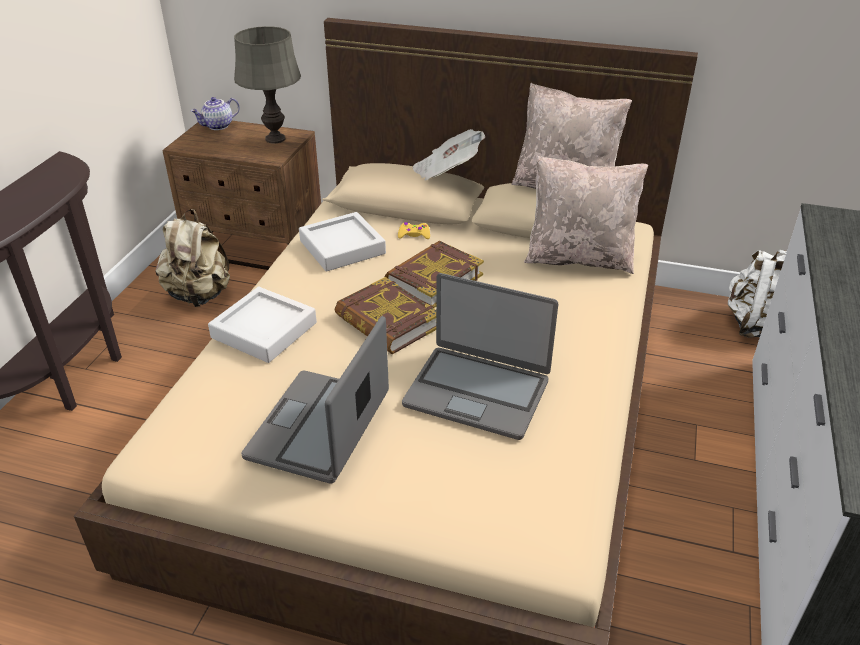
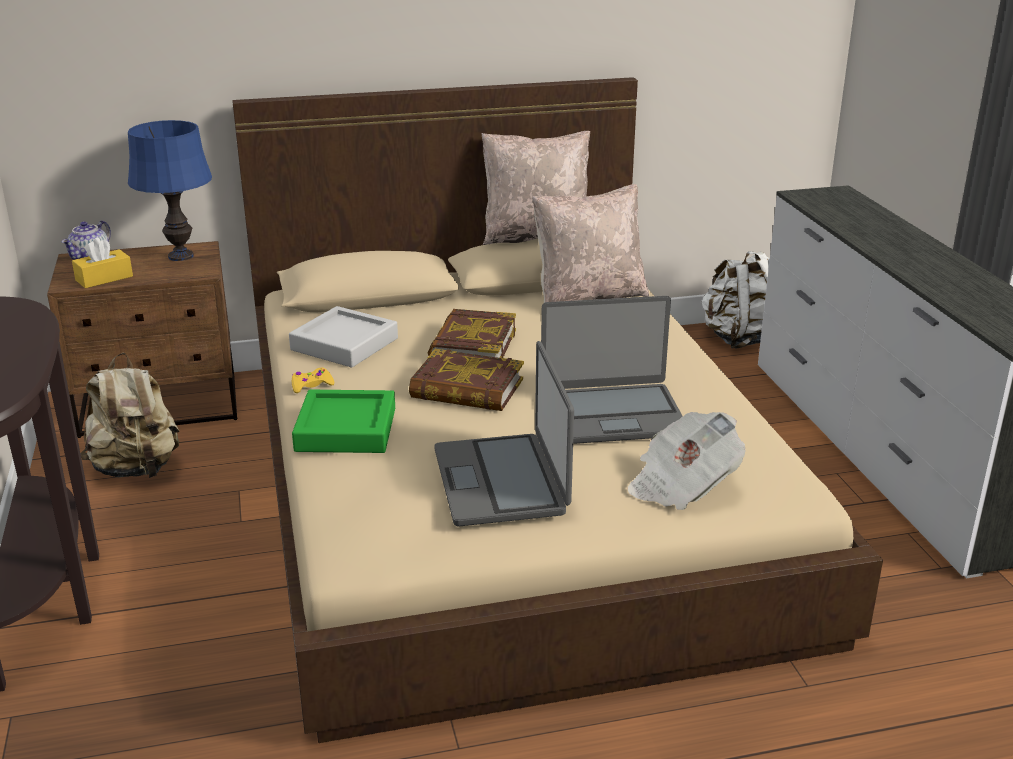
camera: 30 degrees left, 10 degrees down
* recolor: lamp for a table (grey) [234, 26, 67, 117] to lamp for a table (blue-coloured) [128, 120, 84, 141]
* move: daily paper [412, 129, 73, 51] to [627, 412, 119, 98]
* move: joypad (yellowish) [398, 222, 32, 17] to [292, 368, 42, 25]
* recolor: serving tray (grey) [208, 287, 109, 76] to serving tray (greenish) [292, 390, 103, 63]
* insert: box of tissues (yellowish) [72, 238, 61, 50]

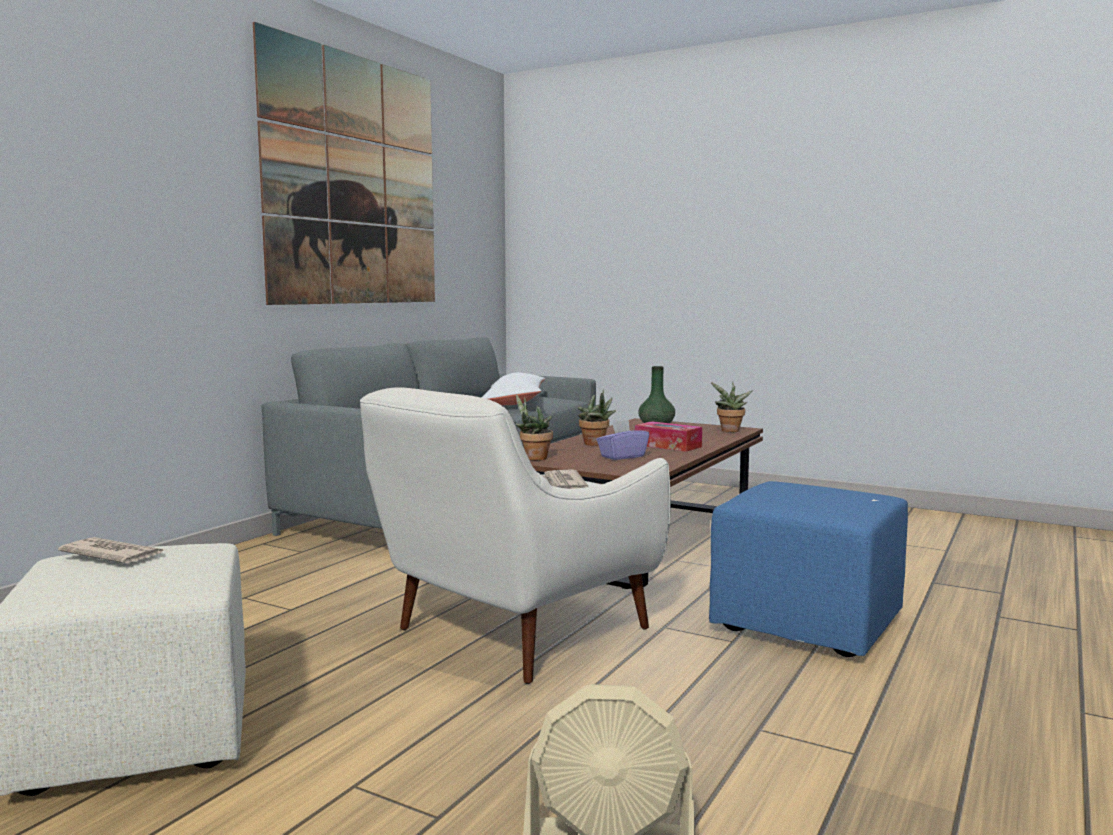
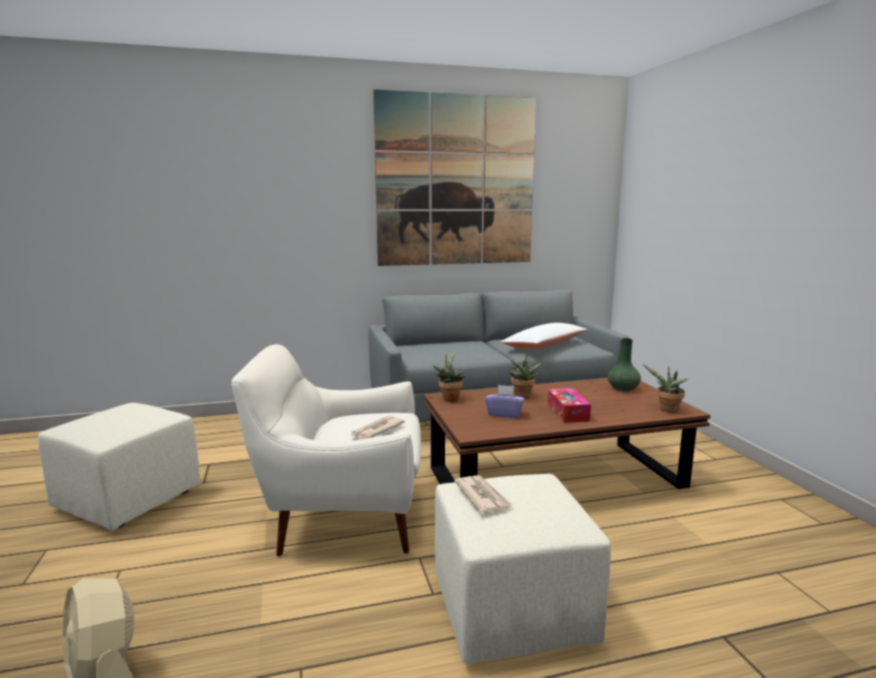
camera: 45 degrees right, 5 degrees up
* recolor: footrest (blue-coloured) [709, 481, 199, 176] to footrest (beige) [435, 474, 176, 190]
* move: daily paper [58, 537, 108, 26] to [454, 475, 59, 38]

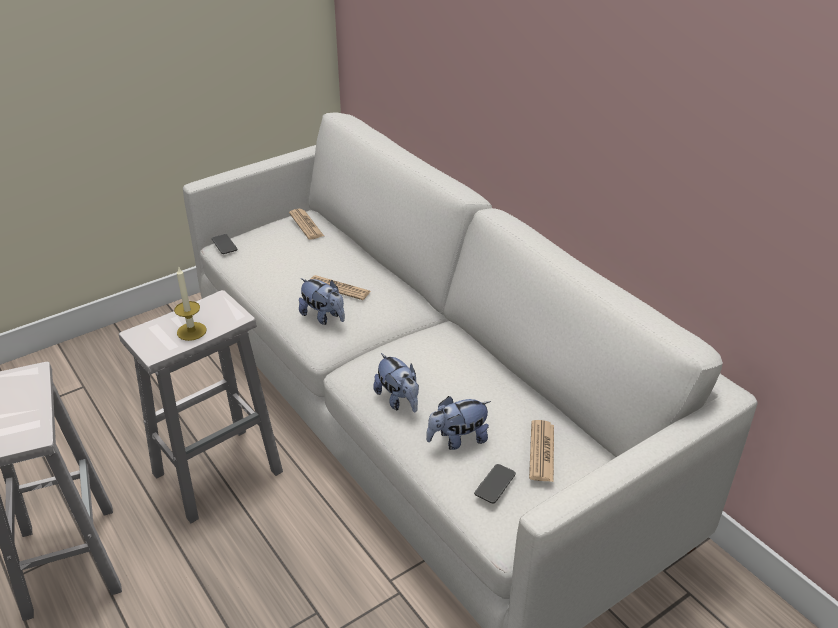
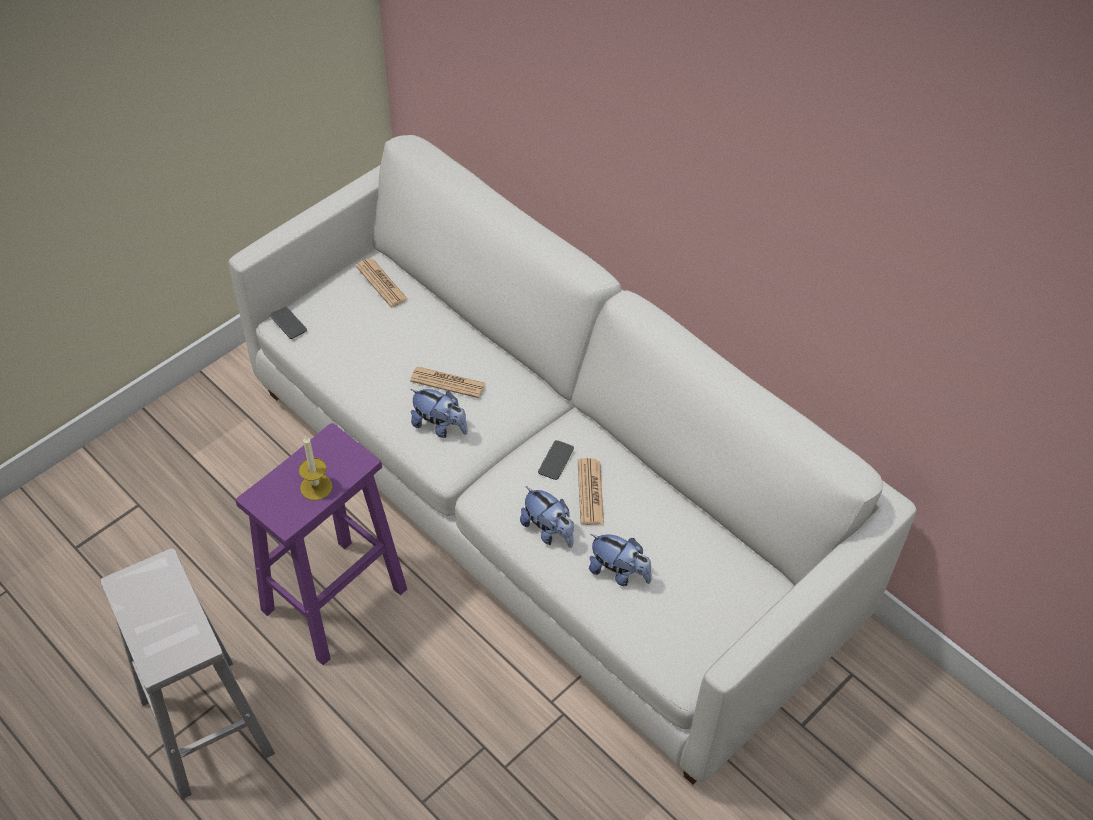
camera: 10 degrees left, 15 degrees up
* recolor: stool (whitish) [119, 290, 164, 233] to stool (purplish) [236, 423, 171, 242]
* rotate: plush toy [426, 396, 65, 54] = [589, 534, 63, 52] 120 degrees counterclockwise
* move: daily paper [529, 420, 25, 62] to [578, 458, 26, 67]
* move: phone [474, 464, 42, 39] to [538, 440, 36, 40]

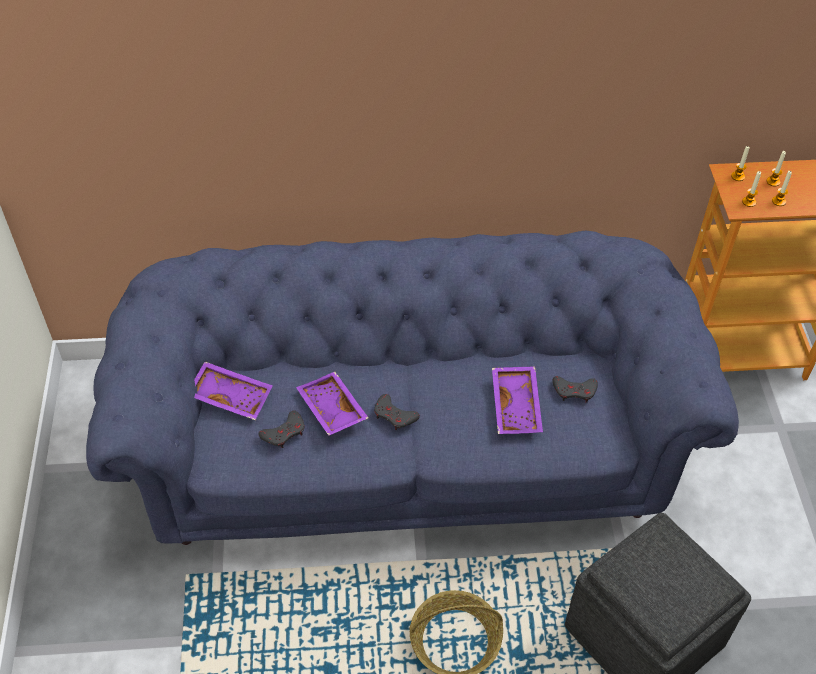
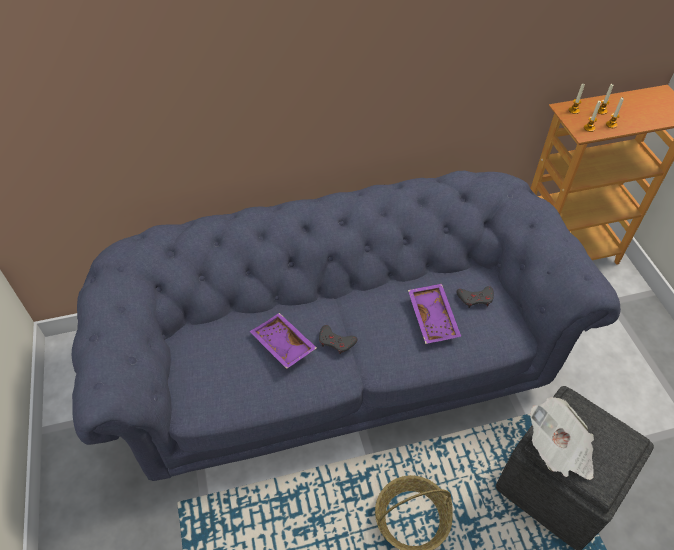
camera: 10 degrees left, 0 degrees up
* delete: serving tray (purplish) [194, 362, 79, 58]
* delete: joypad (grey) [258, 411, 46, 37]
* insert: daily paper [530, 397, 64, 83]

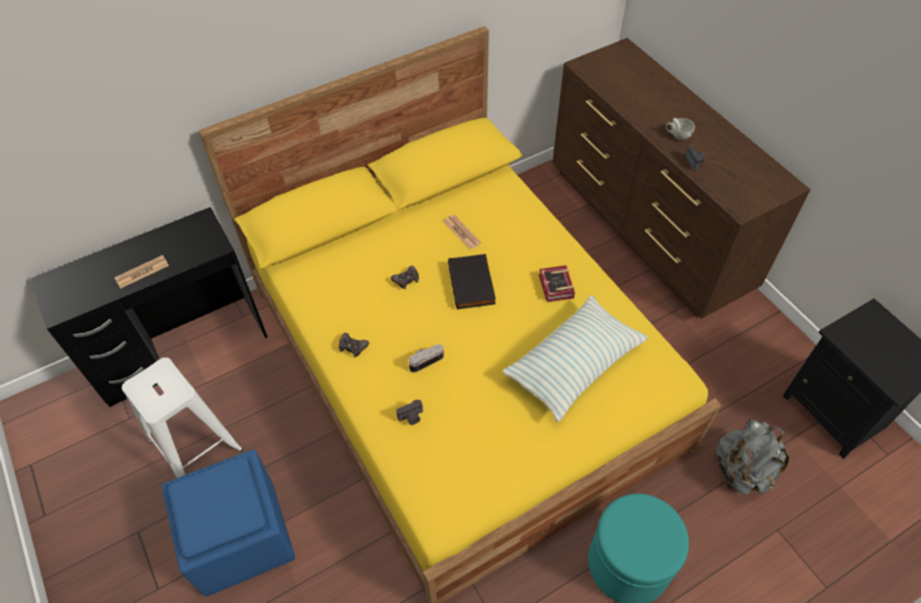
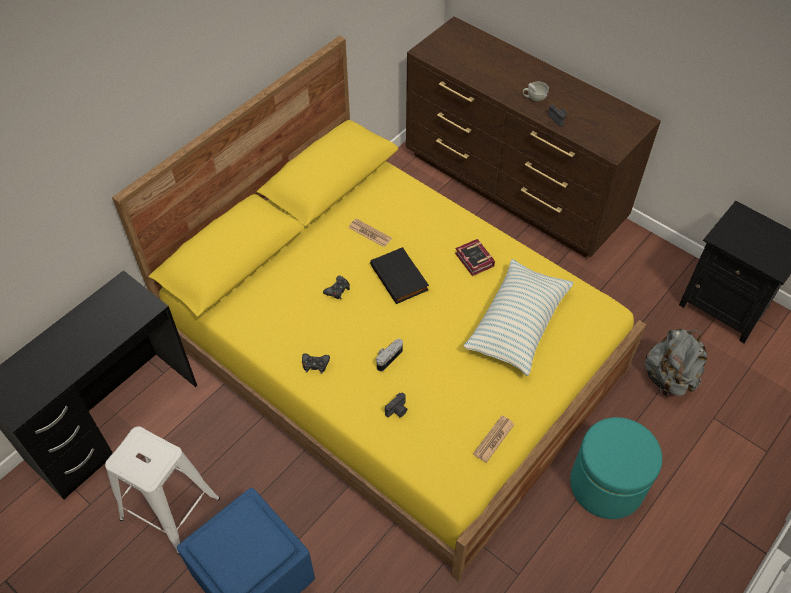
camera: 20 degrees left, 0 degrees up
* move: daily paper [114, 255, 55, 34] to [473, 415, 42, 48]

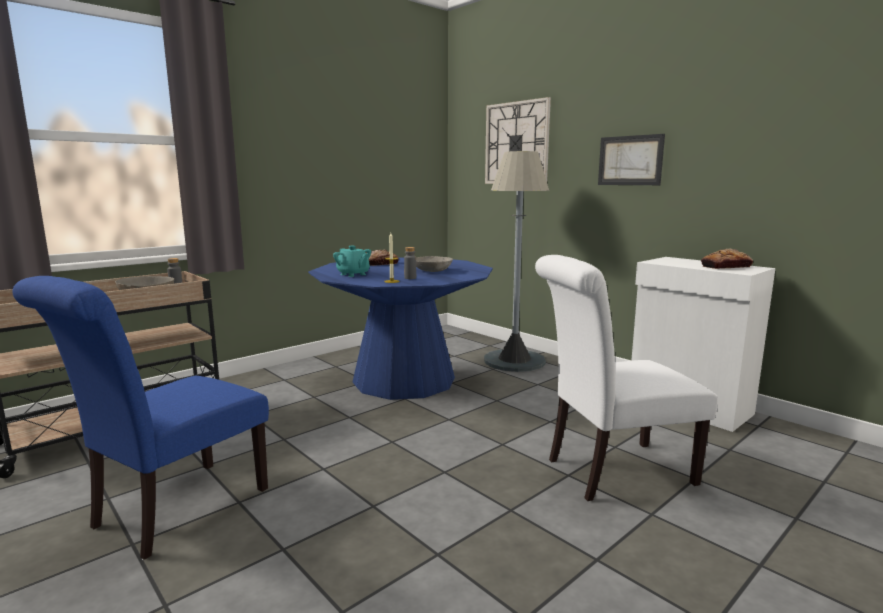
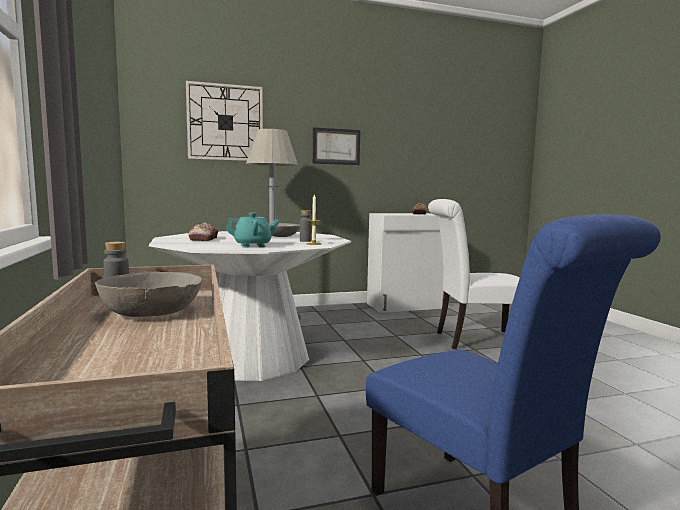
camera: 65 degrees left, 5 degrees down
* rotate: upright chair (whitish) [535, 255, 183, 246] = [428, 199, 92, 150] 75 degrees clockwise
* recolor: kitchen table (blue-coloured) [308, 257, 185, 143] to kitchen table (whitish) [149, 231, 202, 150]

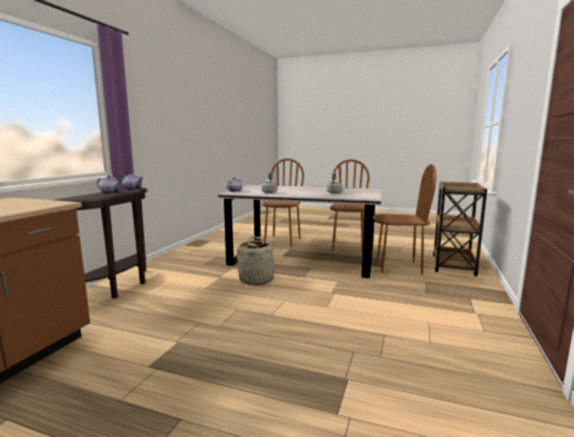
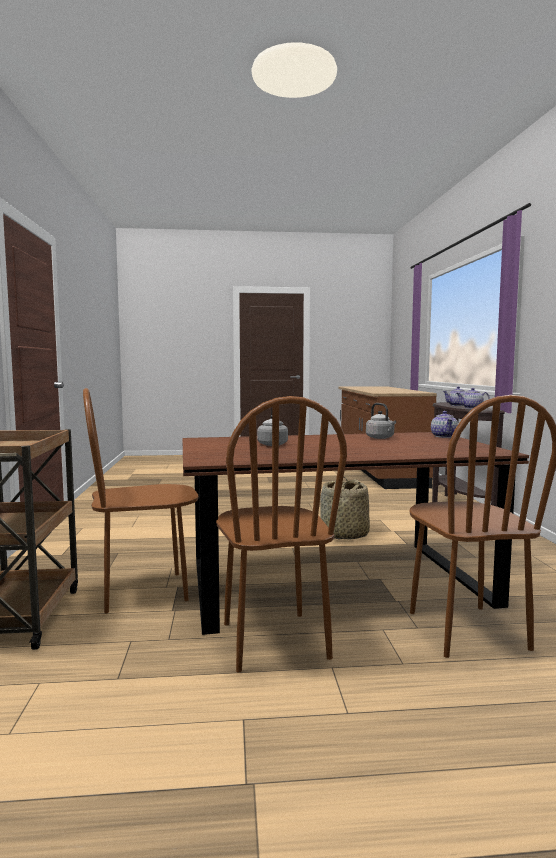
camera: 155 degrees right, 5 degrees down
* recolor: kitchen table (grey) [218, 185, 164, 93] to kitchen table (brown-coloured) [182, 432, 347, 203]

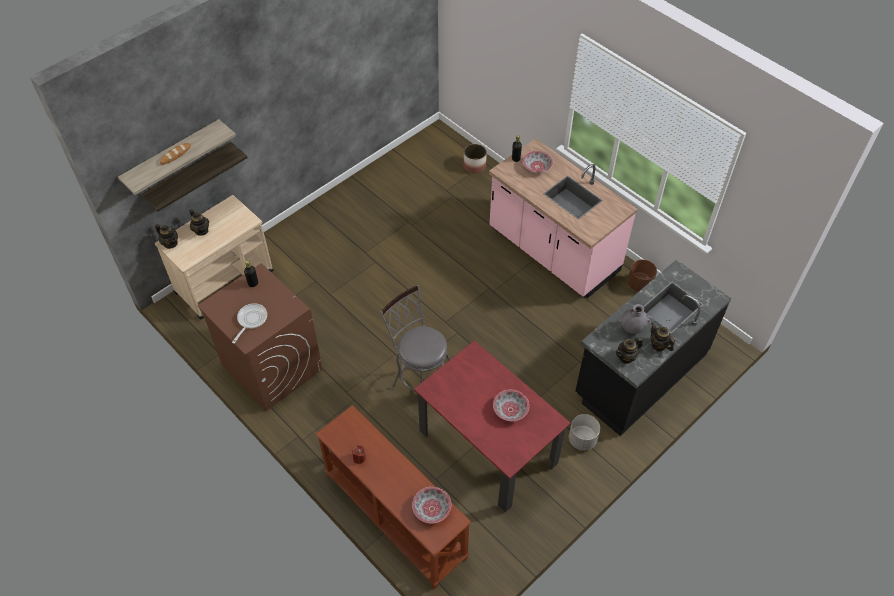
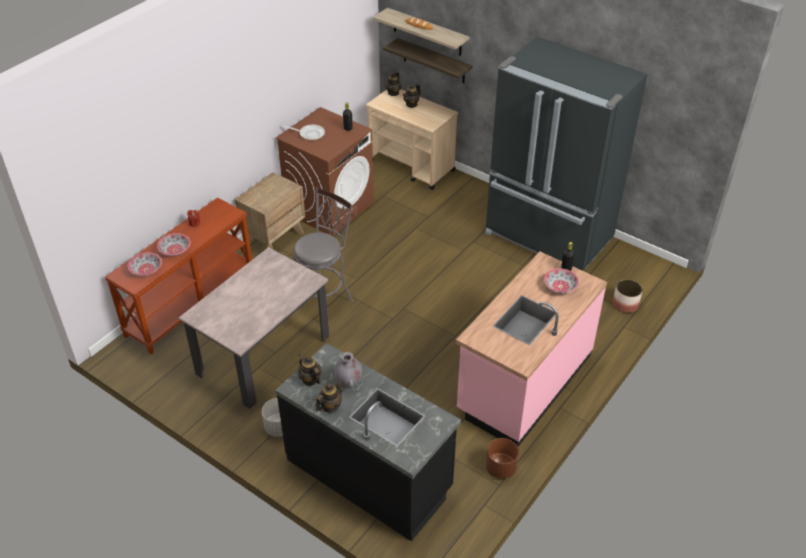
camera: 80 degrees right, 10 degrees down
* recolor: kitchen table (red) [414, 340, 156, 172] to kitchen table (beige) [179, 247, 150, 162]
* move: bowl [493, 390, 36, 31] to [157, 233, 34, 23]
* insert: refrigerator (black) [485, 37, 163, 234]
* insert: bedside table (brown-coloured) [235, 172, 70, 77]

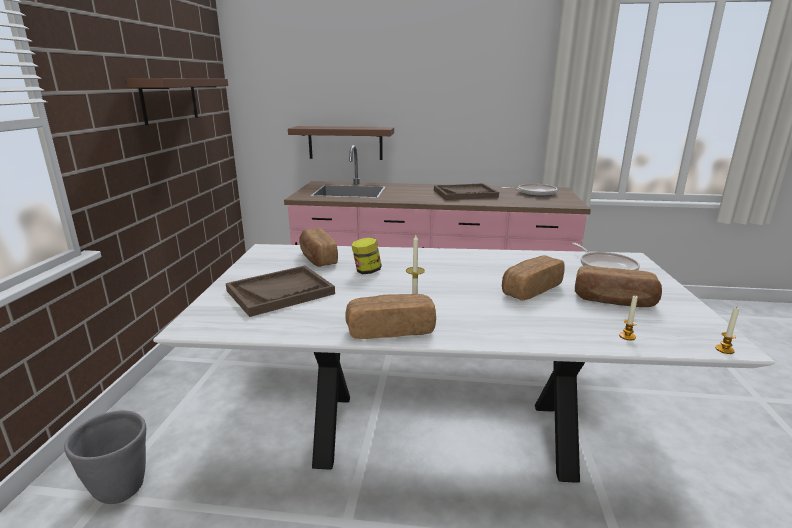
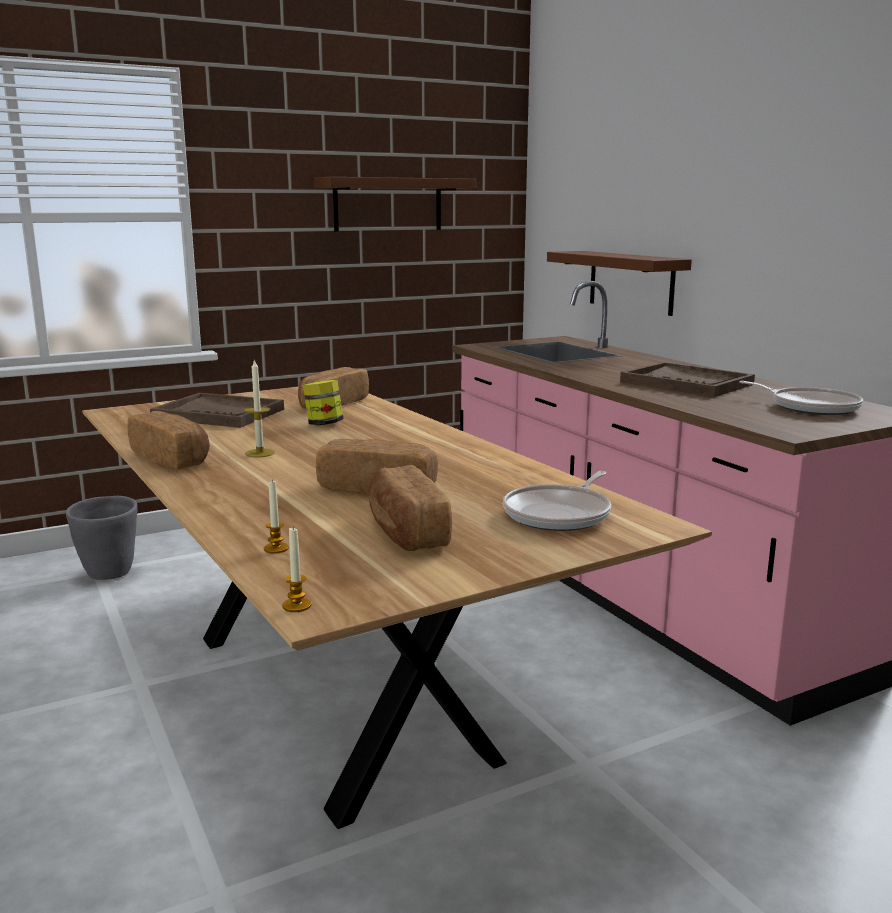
camera: 55 degrees right, 5 degrees down
* recolor: kitchen table (whitish) [153, 244, 622, 239] to kitchen table (brown-coloured) [82, 386, 630, 443]

